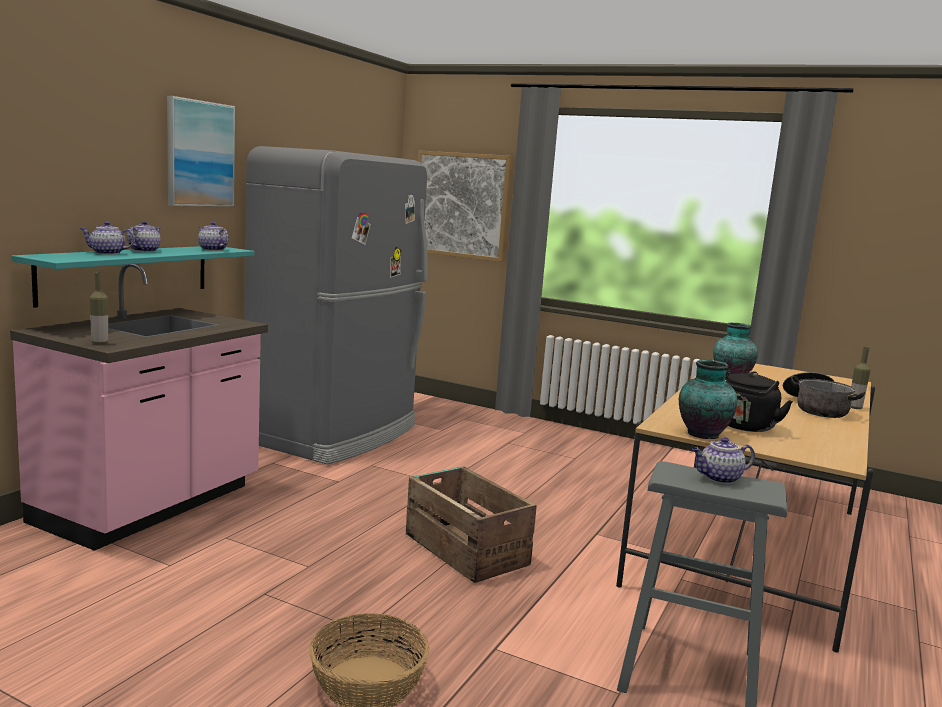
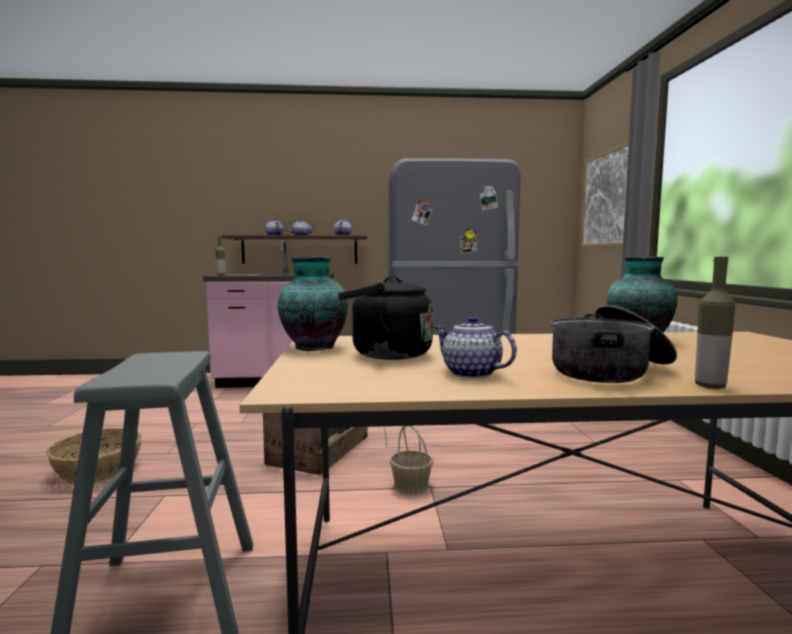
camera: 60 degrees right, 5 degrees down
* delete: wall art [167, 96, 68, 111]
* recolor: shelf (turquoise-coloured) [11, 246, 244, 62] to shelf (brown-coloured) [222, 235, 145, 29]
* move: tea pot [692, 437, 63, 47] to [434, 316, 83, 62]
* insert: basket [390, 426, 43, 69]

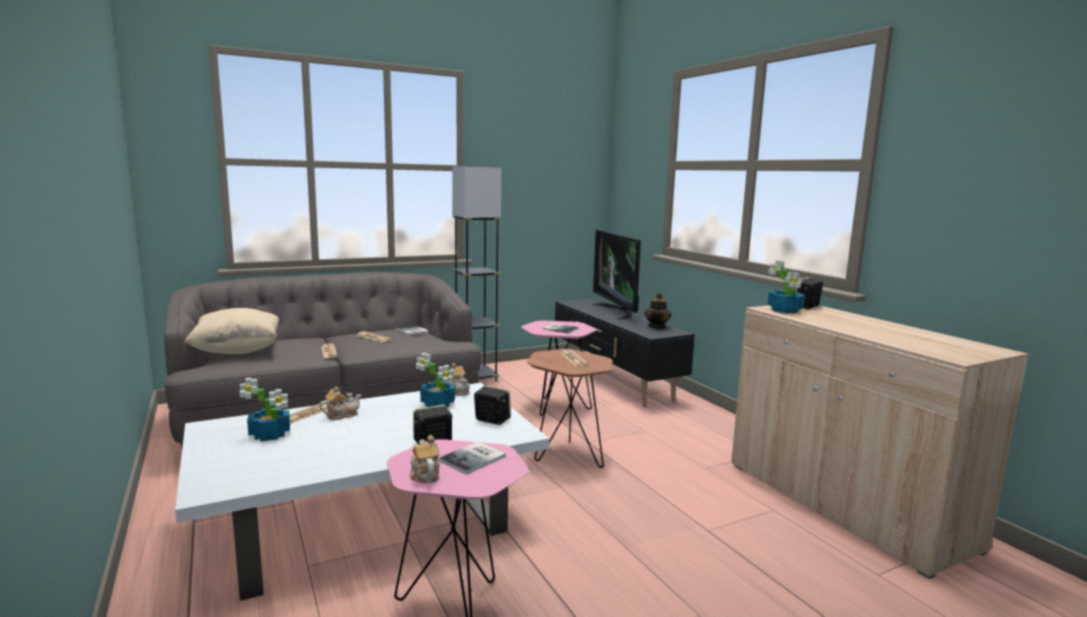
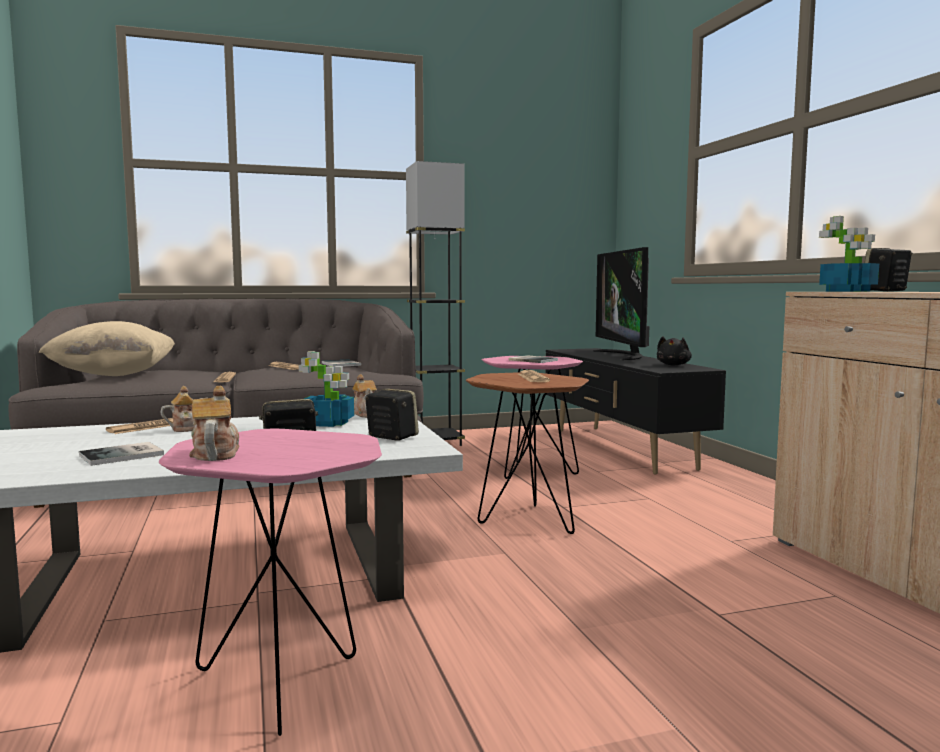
camera: 10 degrees right, 5 degrees down
* replace: tea pot [644, 292, 27, 37] to plush toy (black) [657, 336, 35, 30]
* delete: potted plant [239, 378, 51, 63]
* move: volume [438, 442, 68, 33] to [79, 442, 85, 24]

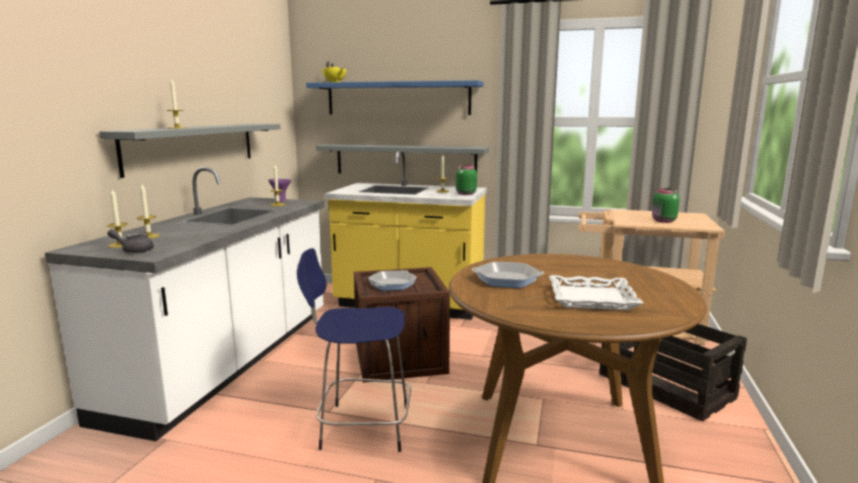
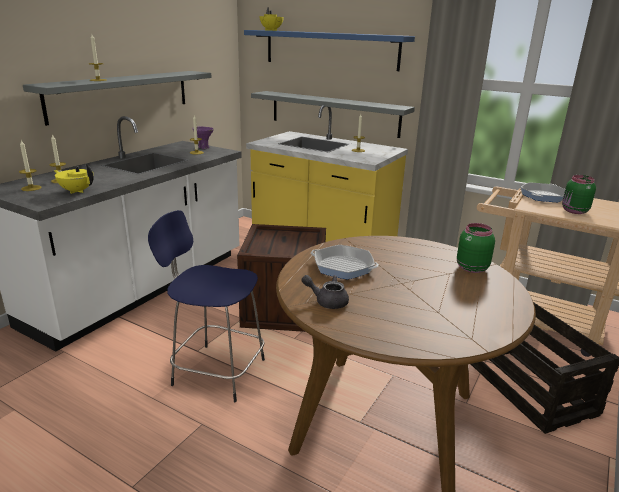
camera: 15 degrees right, 10 degrees up
* move: jar (greenish) [456, 165, 21, 30] to [457, 223, 38, 50]
* move: tea pot (grey) [107, 229, 47, 24] to [301, 275, 48, 34]
* move: frying pan [368, 270, 48, 20] to [520, 182, 45, 20]
* delete: serving tray (whitish) [549, 275, 95, 35]
* insert: tea pot (yellowish) [54, 164, 39, 30]

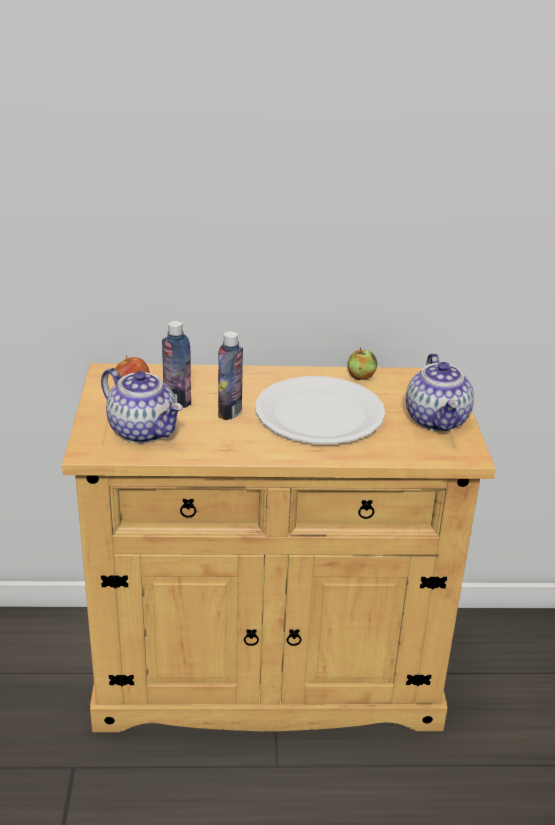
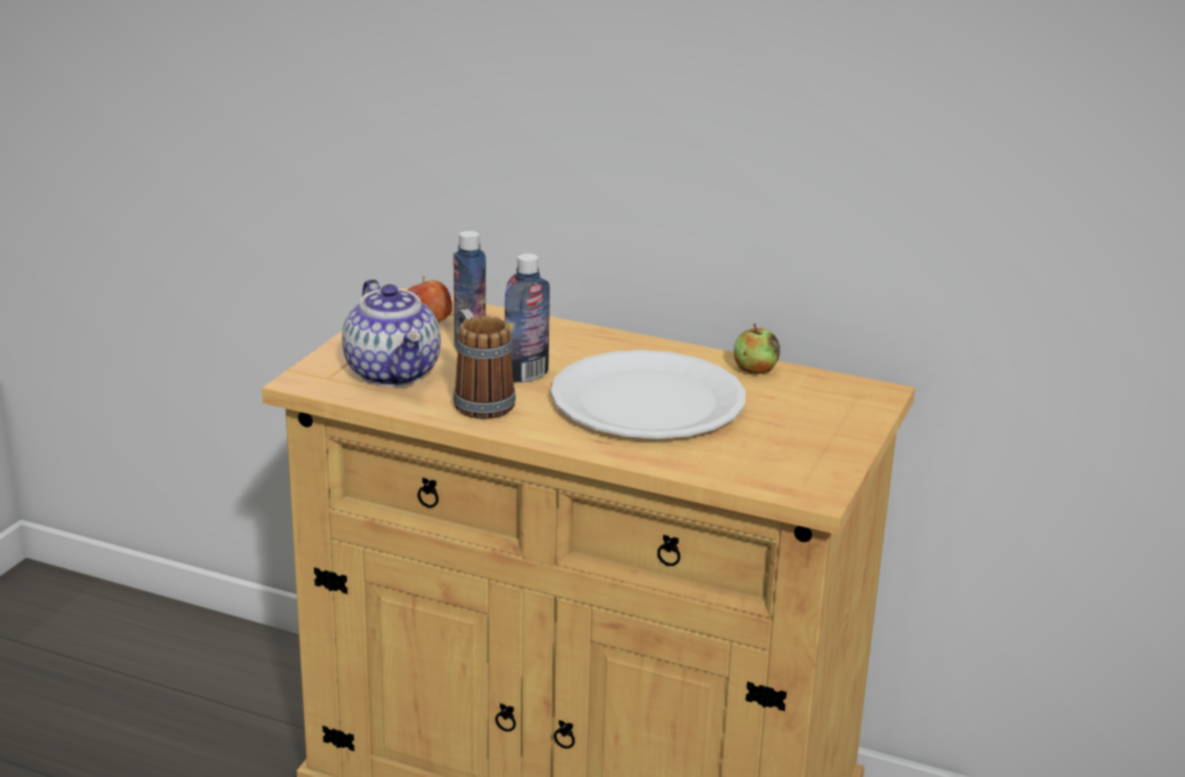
camera: 25 degrees right, 5 degrees down
* delete: tea pot [406, 353, 68, 78]
* insert: tea mug [453, 309, 63, 110]

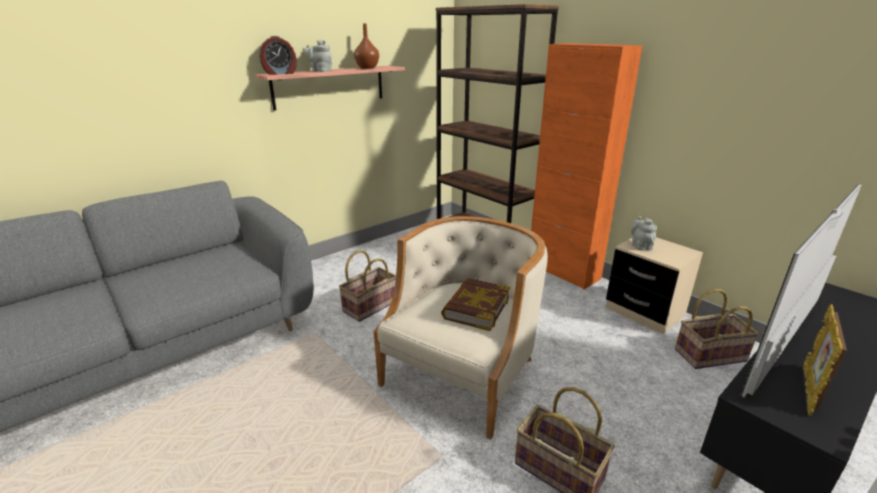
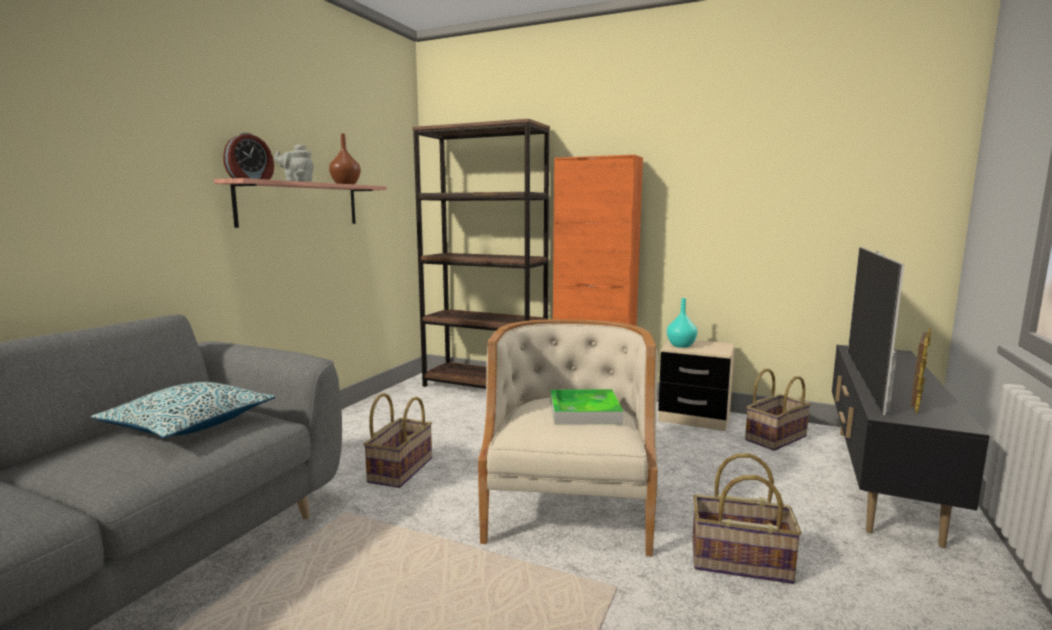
camera: 25 degrees left, 15 degrees down
* replace: tea pot (grey) [631, 216, 26, 35] to decorative vase (turquoise-coloured) [667, 298, 30, 50]
* replace: volume [441, 278, 69, 53] to serving tray [550, 389, 73, 36]
* rotate: photo frame [803, 304, 44, 112] = [911, 328, 21, 85] 150 degrees counterclockwise
* insert: throw pillow [91, 382, 184, 57]

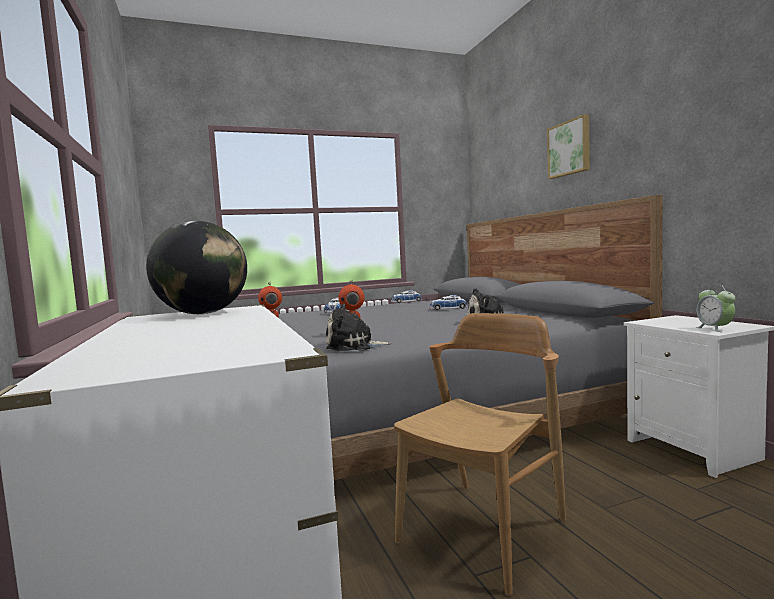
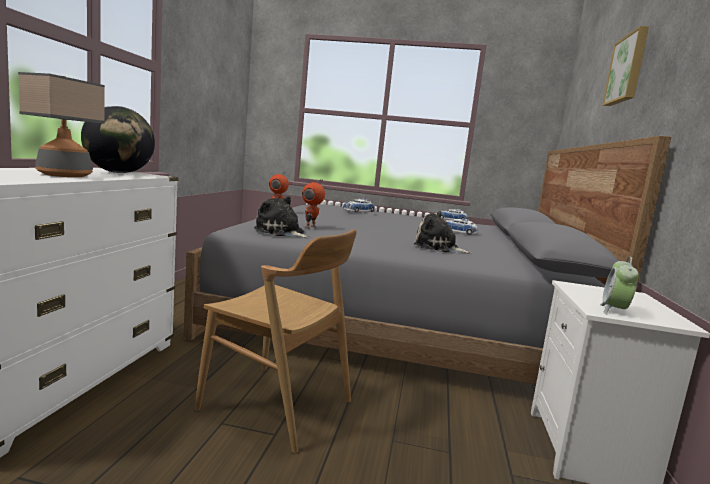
camera: 30 degrees right, 5 degrees up
* rotate: upright chair (brown-coloured) [394, 313, 172, 283] = [194, 230, 162, 223] 45 degrees clockwise
* insert: lamp for a table [18, 72, 87, 105]

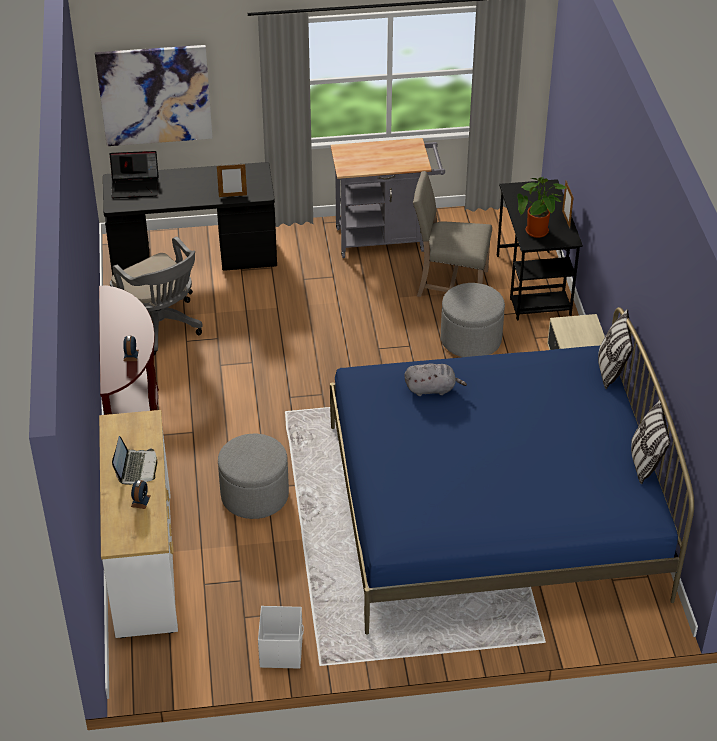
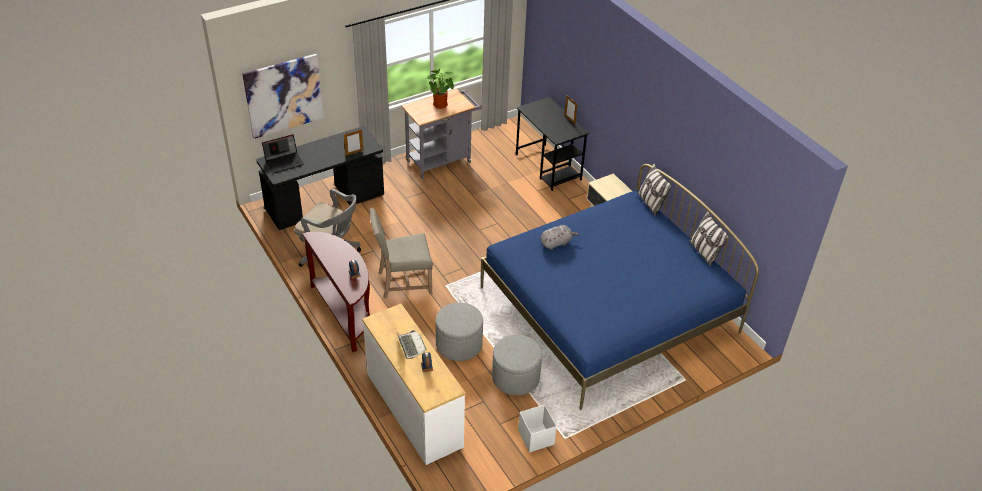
camera: 25 degrees left, 0 degrees up
* move: upright chair (beige) [413, 171, 79, 126] to [369, 208, 64, 90]
* move: potted plant [517, 177, 51, 61] to [427, 69, 27, 40]
* move: footrest (grey) [441, 283, 64, 74] to [492, 335, 50, 60]

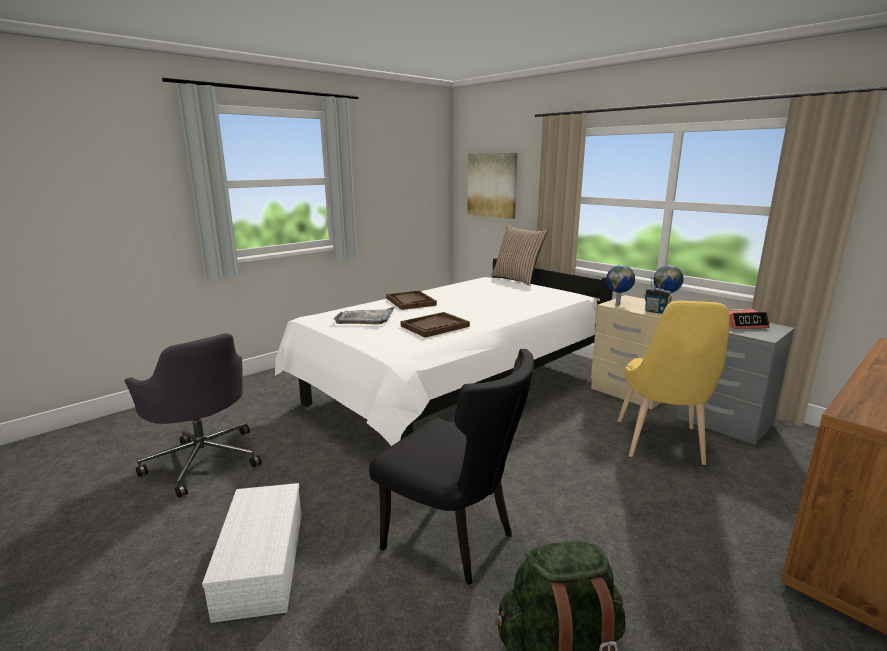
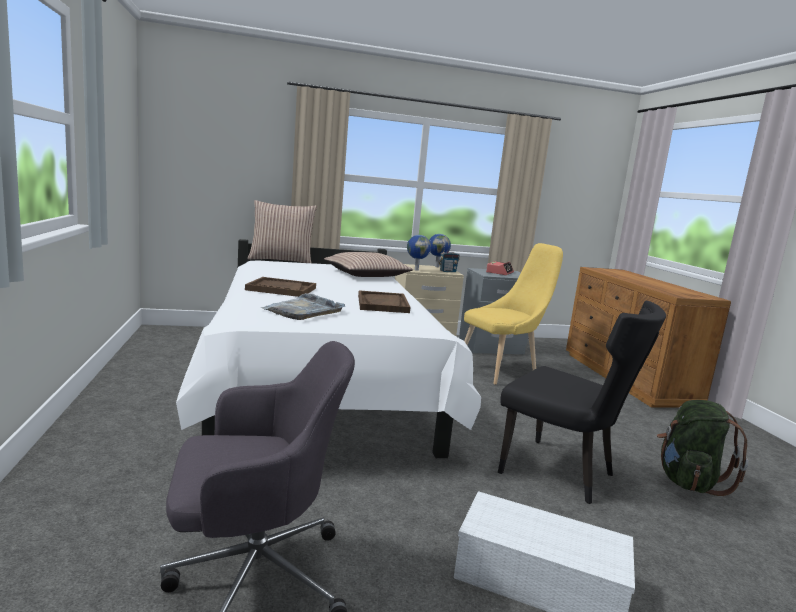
camera: 60 degrees left, 5 degrees down
* delete: wall art [467, 153, 51, 66]
* rotate: upright chair (yellowish) [618, 301, 112, 164] = [464, 243, 99, 142] 75 degrees counterclockwise
* rotate: upright chair (black) [369, 349, 165, 236] = [498, 301, 168, 203] 60 degrees clockwise
* insert: throw pillow [324, 252, 89, 25]

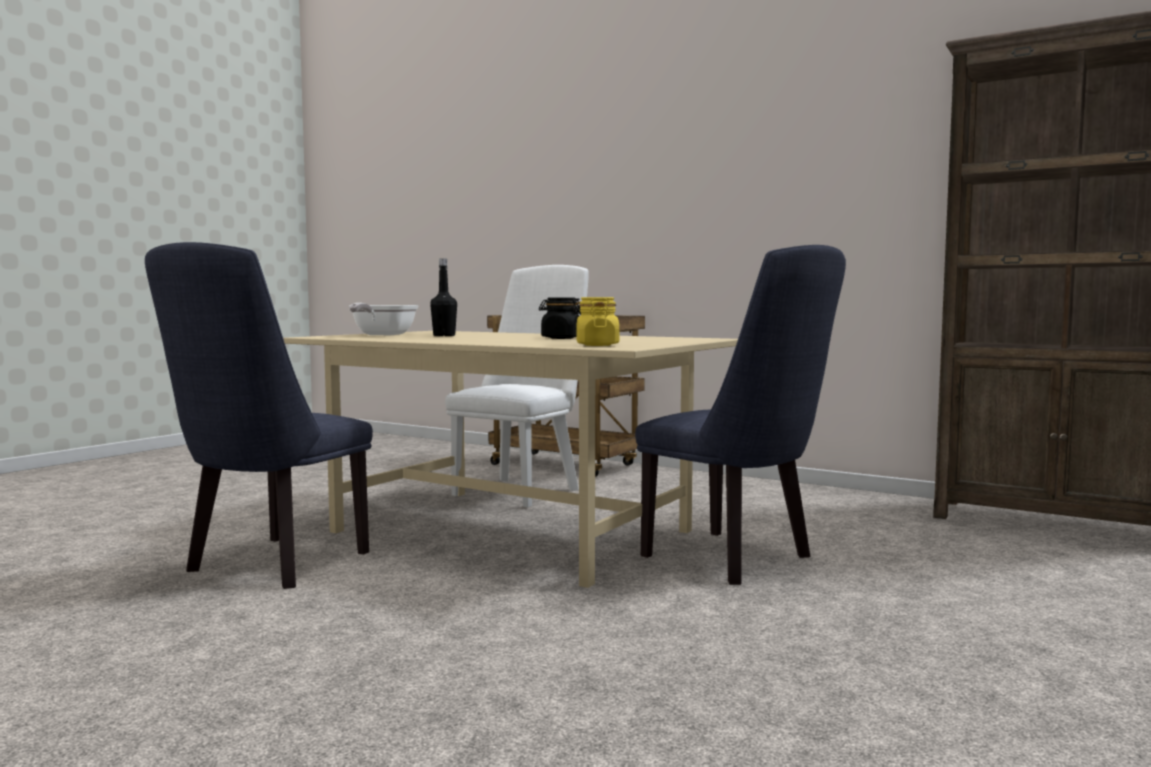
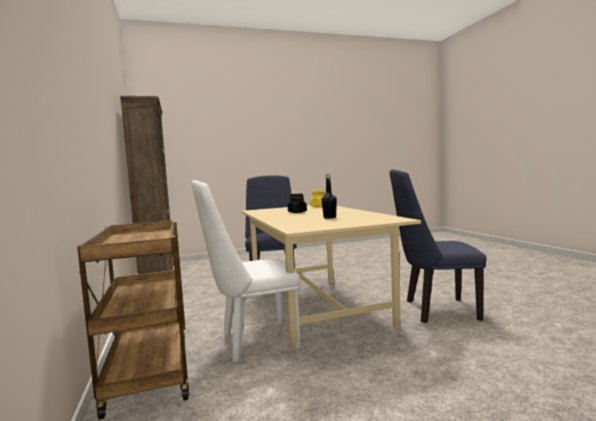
camera: 140 degrees left, 0 degrees up
* rotate: upright chair (blue-coloured) [145, 242, 228, 347] = [389, 170, 97, 153] 150 degrees counterclockwise
* delete: frying pan [349, 303, 70, 32]

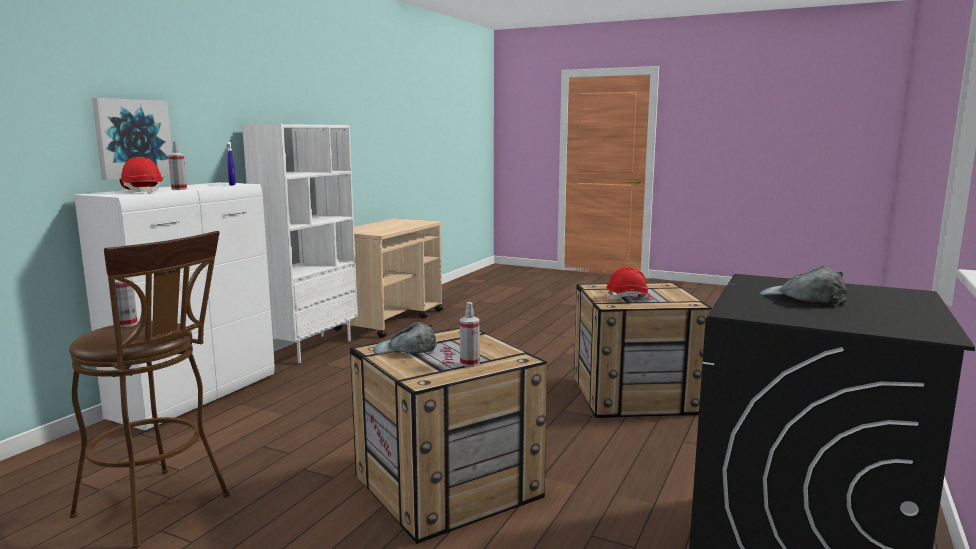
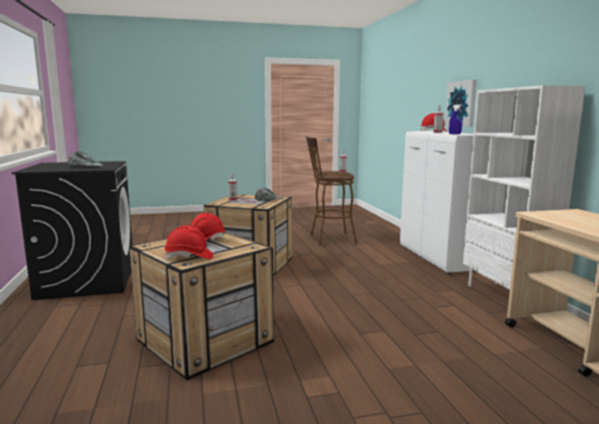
camera: 140 degrees right, 0 degrees up
* insert: hard hat (red) [164, 225, 49, 34]

